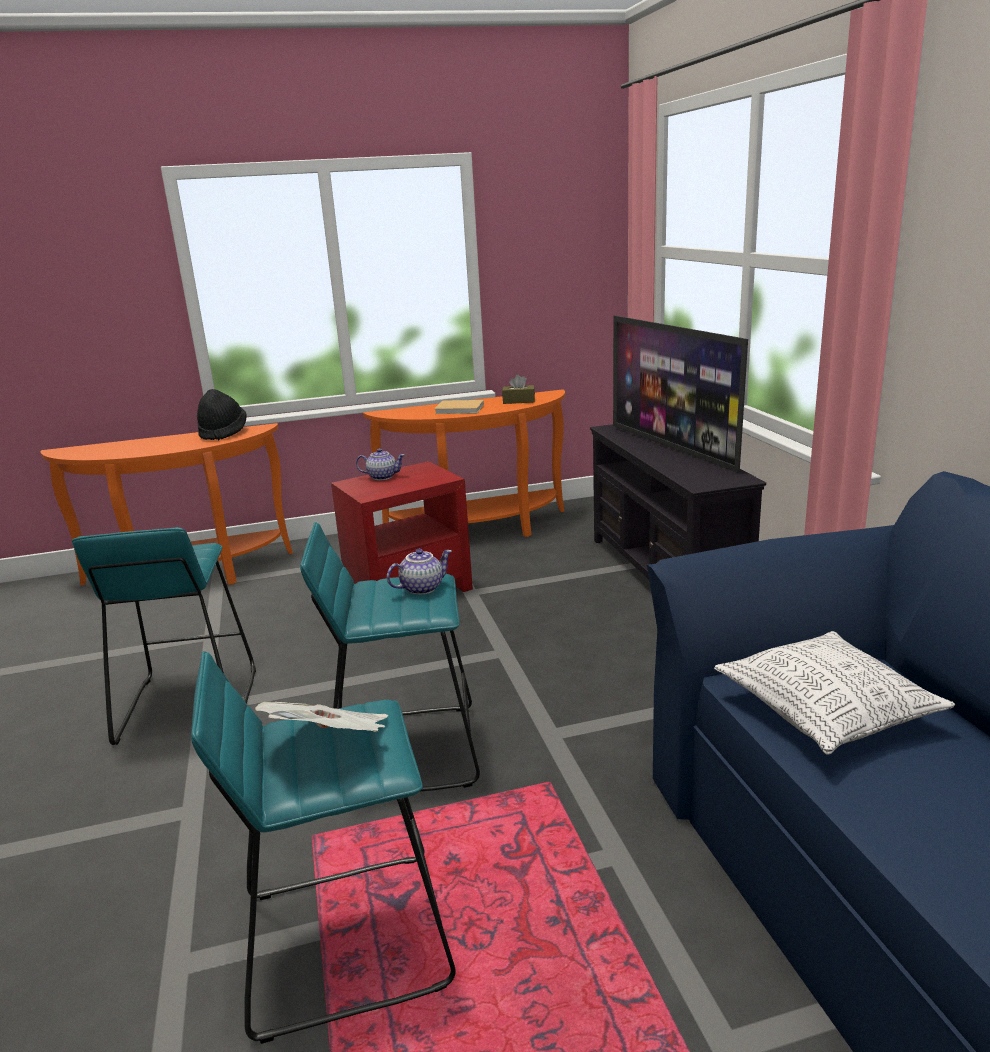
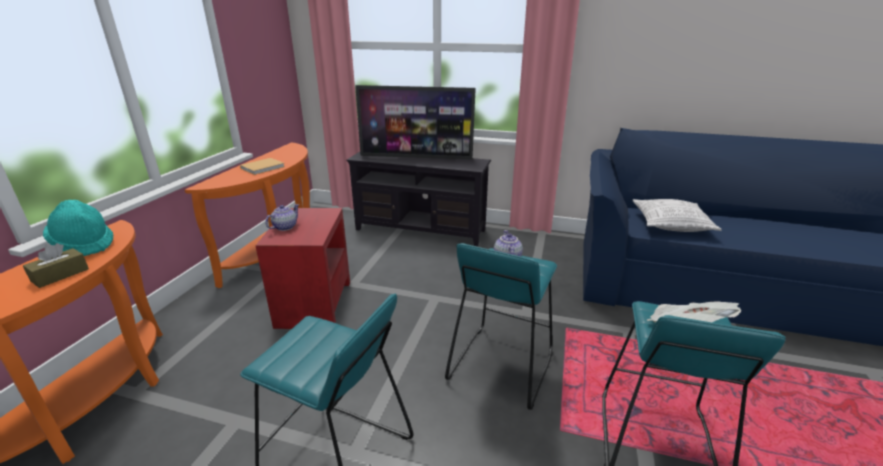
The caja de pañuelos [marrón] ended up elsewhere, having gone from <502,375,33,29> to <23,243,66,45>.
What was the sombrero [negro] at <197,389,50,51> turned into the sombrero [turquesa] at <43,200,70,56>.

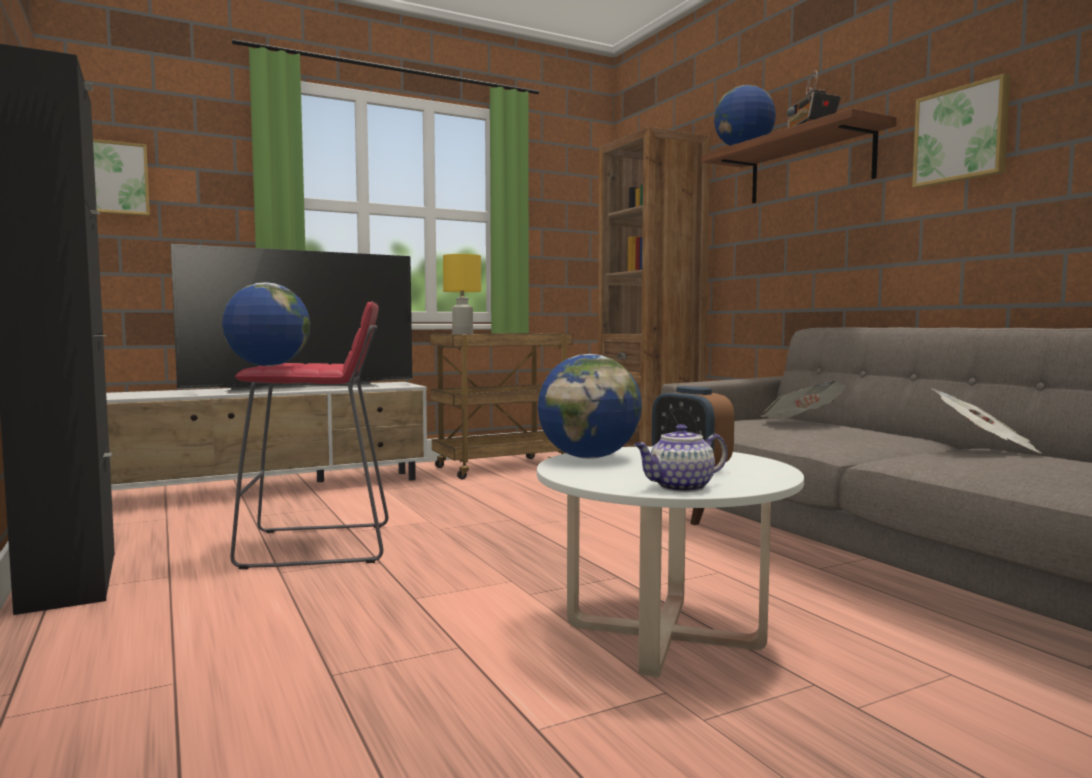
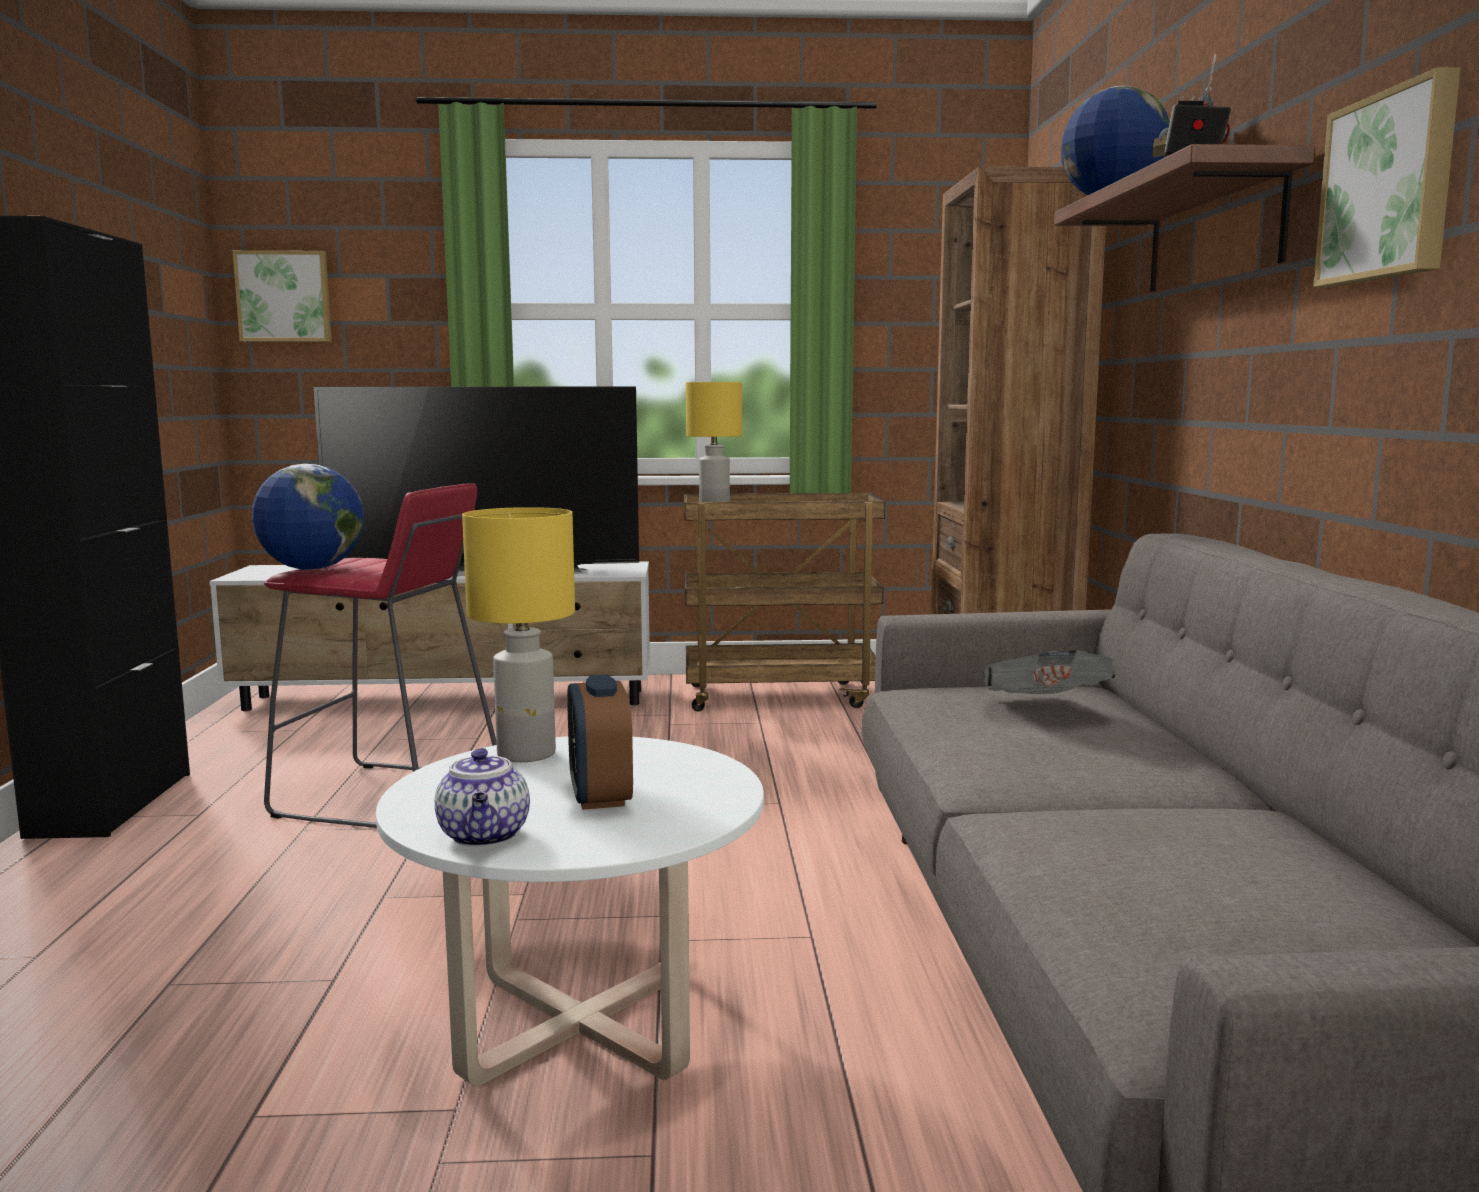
The second view lost the periódico at <933,389,112,66>.
Where the globo terráqueo stood at <538,354,104,105>, the lámpara de mesa [amarillo] came to stand at <462,507,113,255>.
The tetera at <634,424,93,68> ended up facing another way, 105 degrees counterclockwise from before.

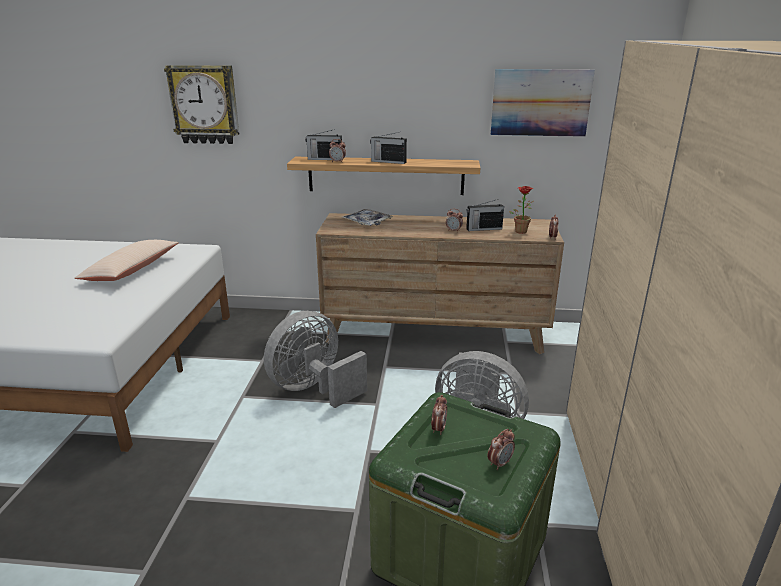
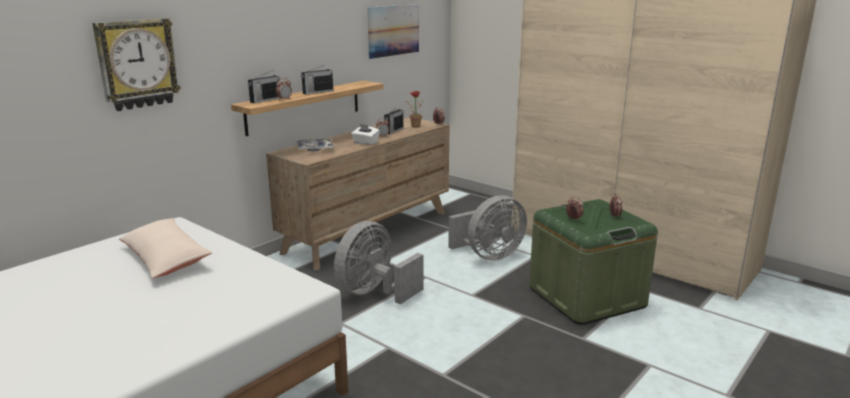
The second view gained the caja de pañuelos [blanco] at <351,124,29,21>.
The ventilador [gris] at <264,311,103,97> ended up facing another way, 45 degrees clockwise from before.

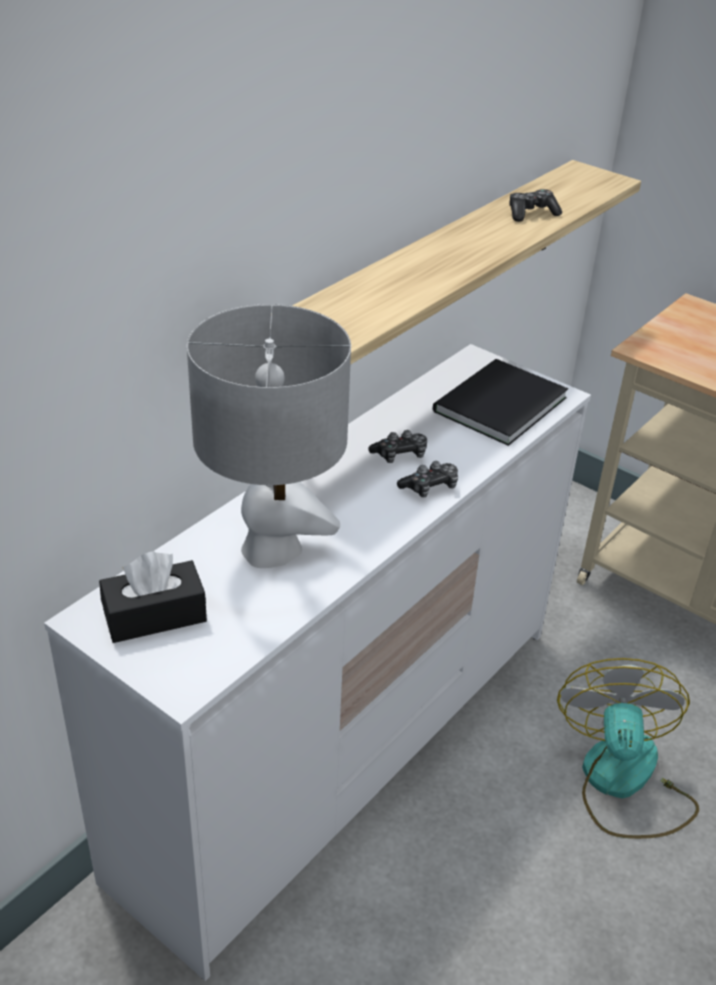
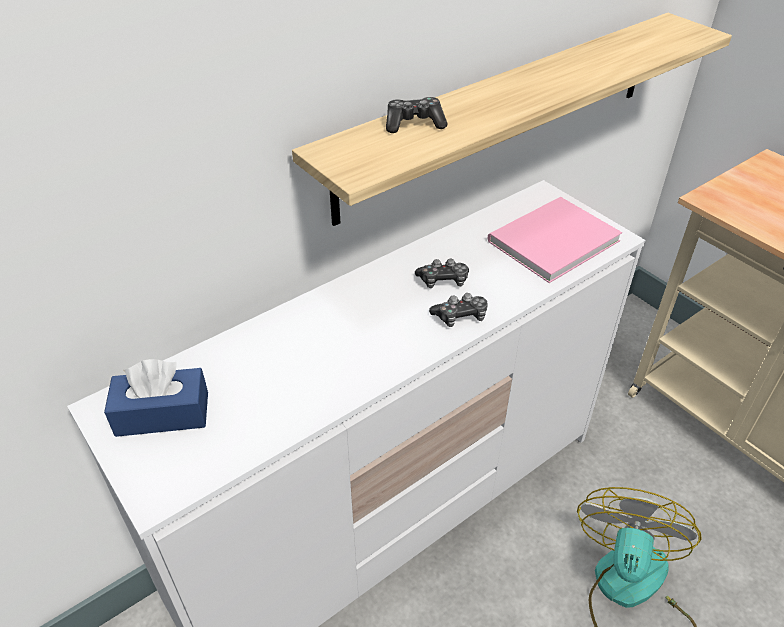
The second view lost the lámpara de mesa [gris] at <187,304,164,264>.
The mando de consola ended up elsewhere, having gone from <510,189,52,33> to <386,97,61,36>.
What was the caja de pañuelos [negro] at <99,552,108,91> turned into the caja de pañuelos [azul] at <104,359,104,78>.
What was the libro [negro] at <433,359,135,87> turned into the libro [rosa] at <487,197,135,86>.

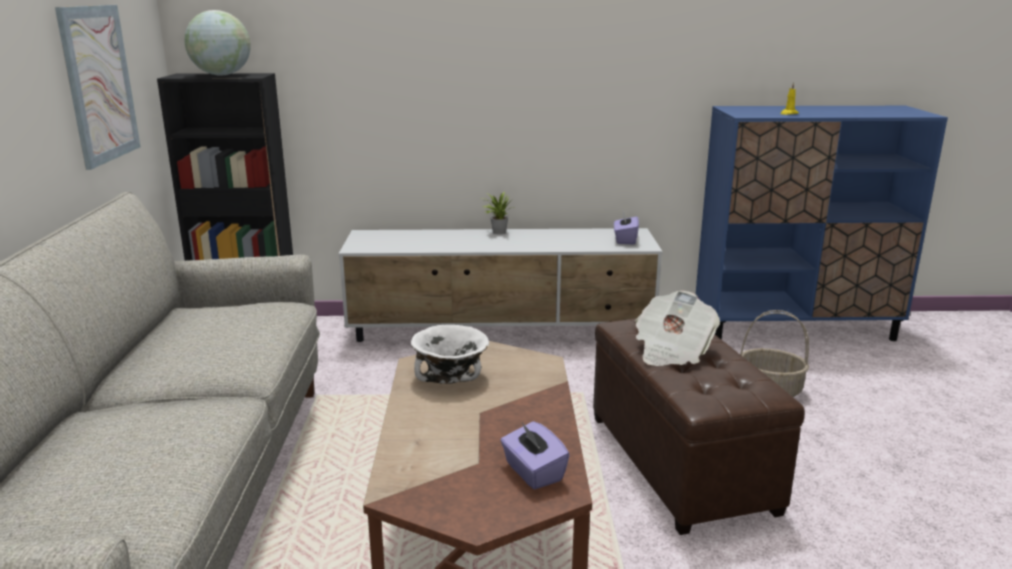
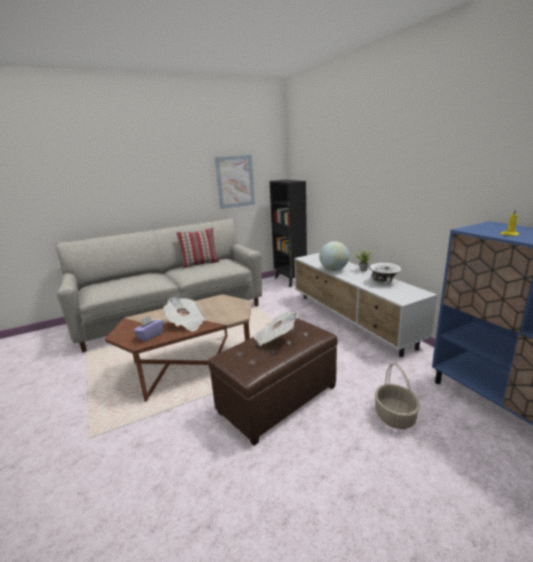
The second view lost the caja de pañuelos [morado] at <614,210,25,34>.
The second view gained the periódico at <163,297,43,35>.
The second view gained the cojín at <176,228,43,40>.
The globo terráqueo ended up elsewhere, having gone from <184,10,67,65> to <319,241,30,30>.
The cuenco [blanco] ended up elsewhere, having gone from <411,325,78,59> to <370,263,31,22>.

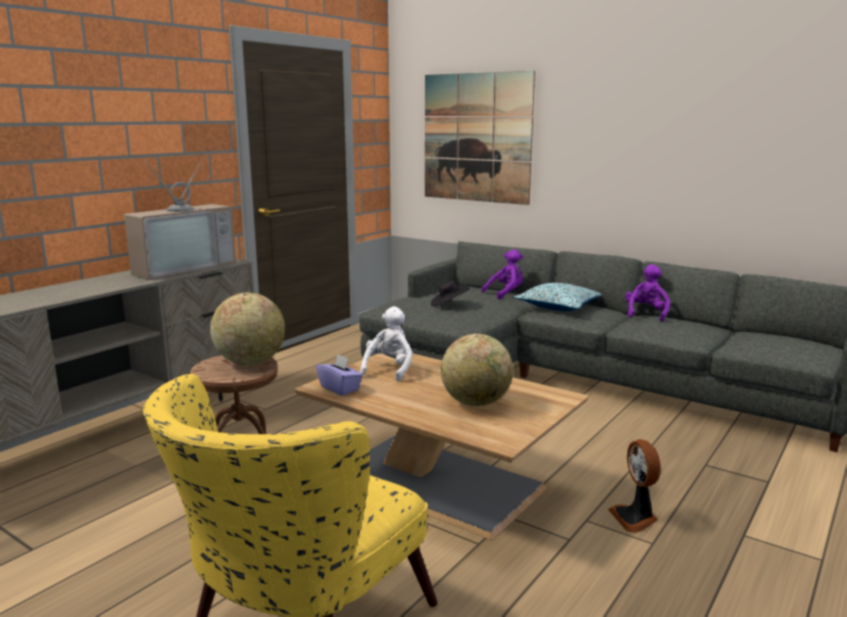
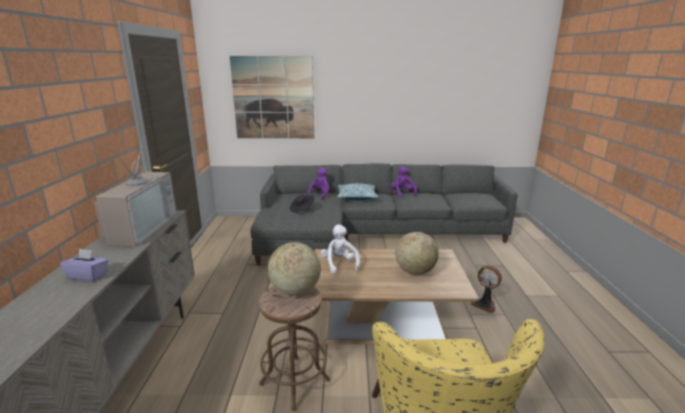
The caja de pañuelos [morado] ended up elsewhere, having gone from <316,354,47,42> to <60,249,48,32>.

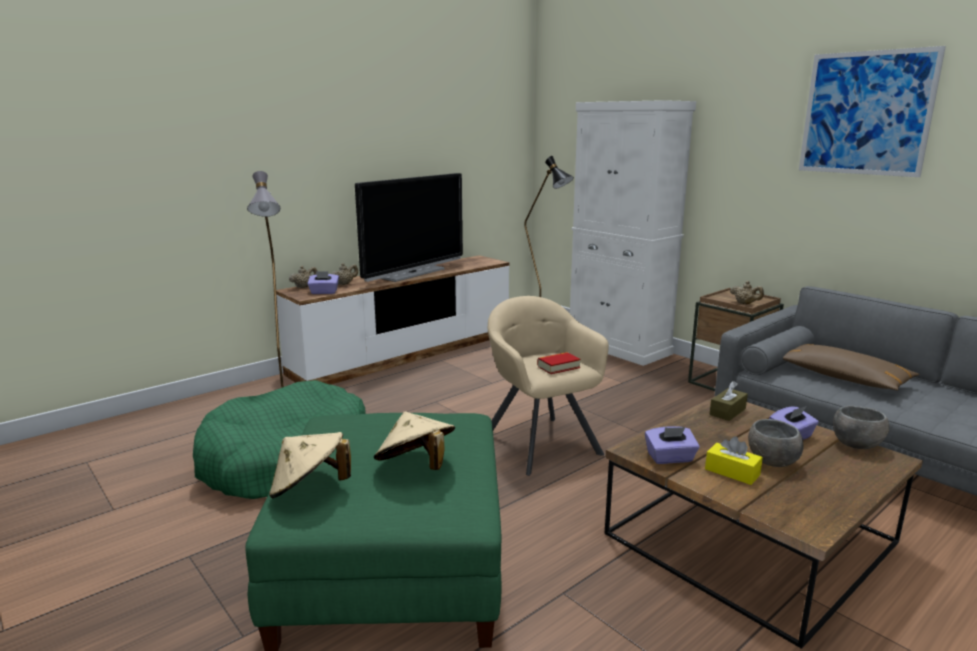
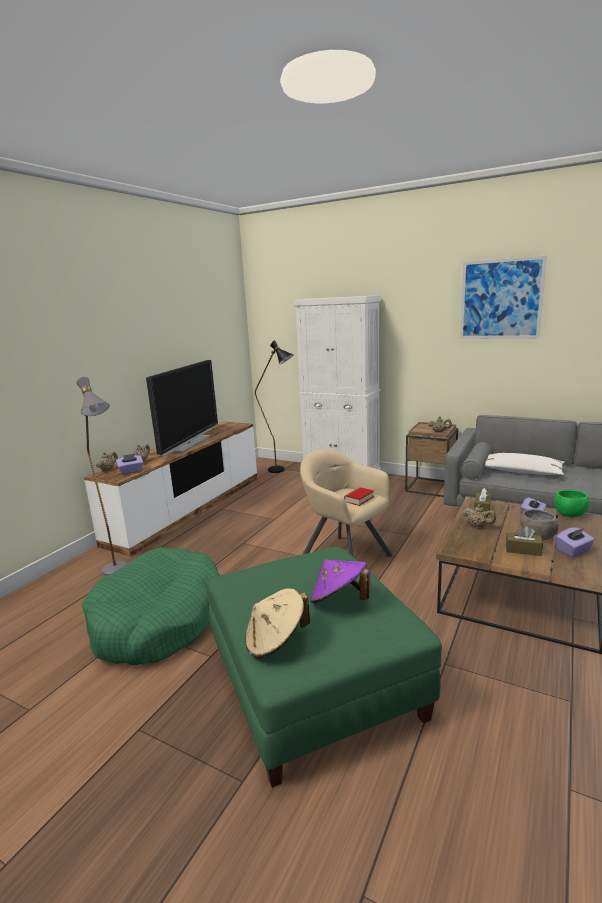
The second view gained the tetera [beis] at <463,504,33,23>.
The caja de pañuelos [morado] ended up elsewhere, having gone from <645,426,55,38> to <555,527,40,30>.
What was the sombrero [beis] at <374,411,81,59> turned into the sombrero [morado] at <310,559,61,44>.
What was the caja de pañuelos [amarillo] at <705,436,58,49> turned into the caja de pañuelos [marrón] at <506,526,37,30>.
What was the cojín [marrón] at <783,344,136,47> turned into the cojín [blanco] at <485,453,80,22>.
What was the cuenco [gris] at <833,406,56,43> turned into the cuenco [verde] at <554,490,36,27>.

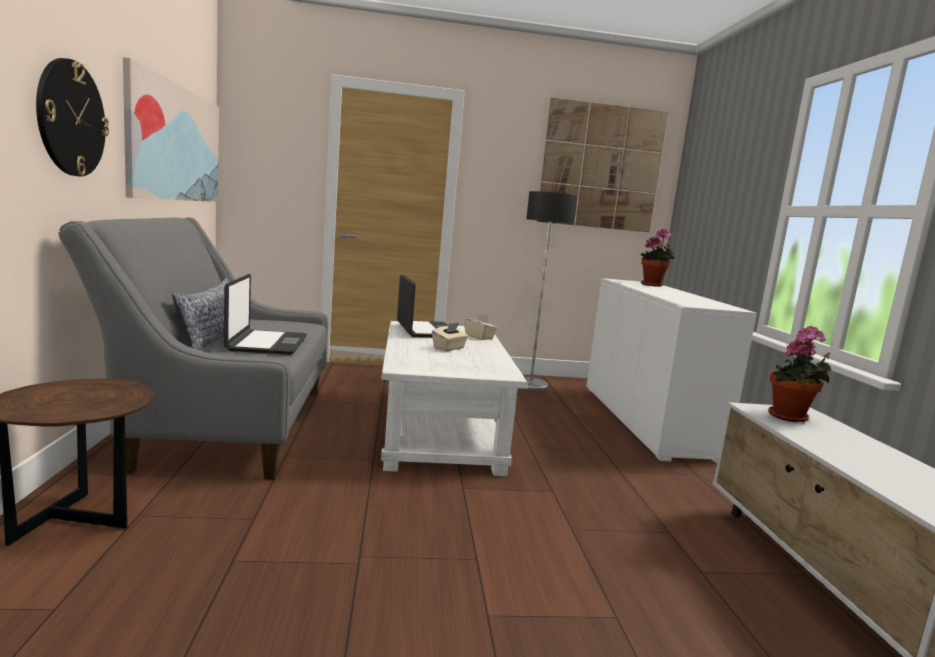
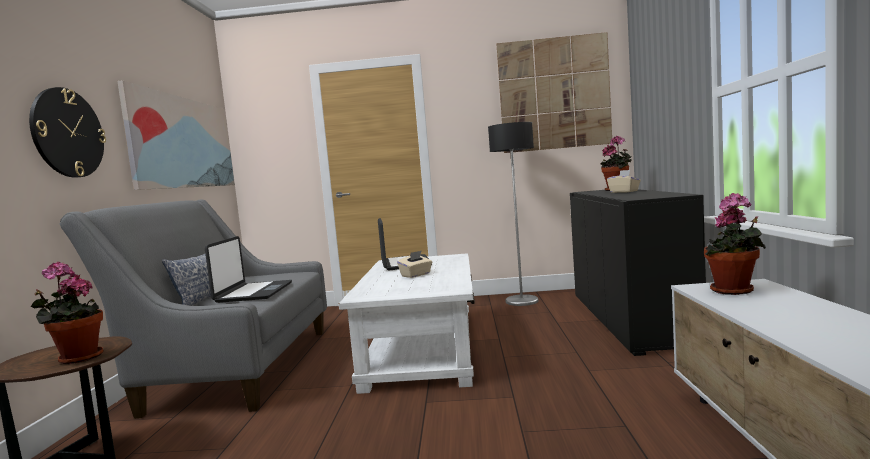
The second view gained the planta en maceta at <31,262,73,102>.
The caja de pañuelos [beis] ended up elsewhere, having gone from <464,313,33,27> to <607,170,34,23>.
What was the armario [blanco] at <586,278,171,186> turned into the armario [negro] at <570,189,136,167>.

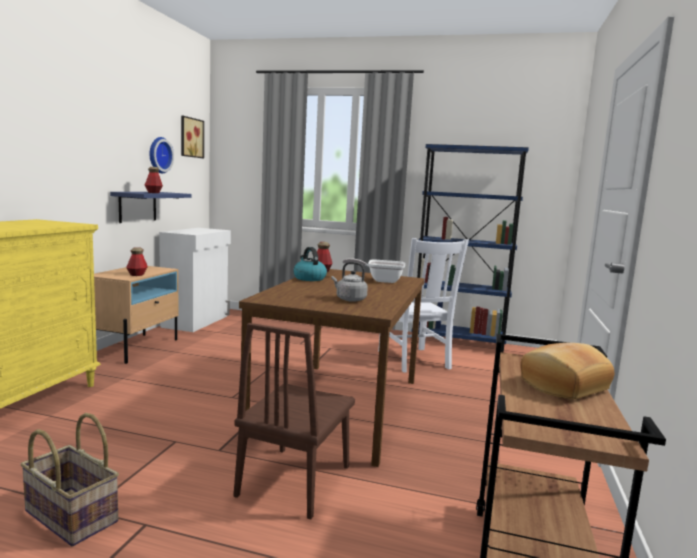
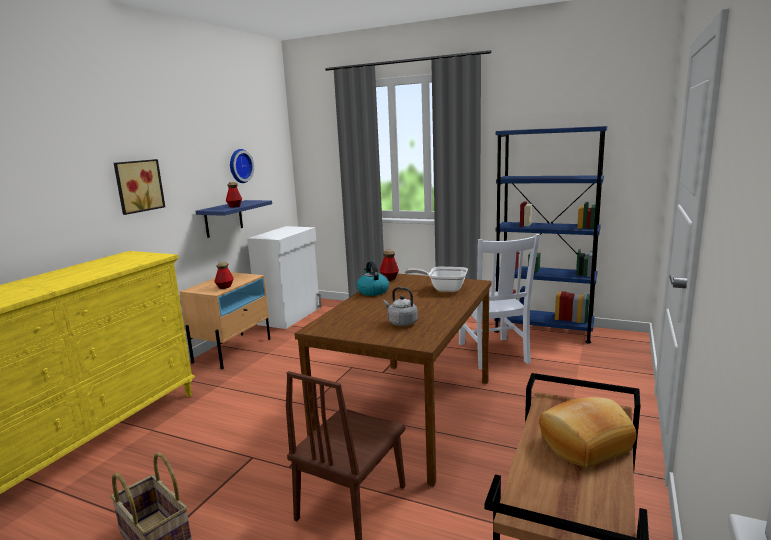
The cuadro ended up elsewhere, having gone from <181,116,23,42> to <114,159,51,56>.

